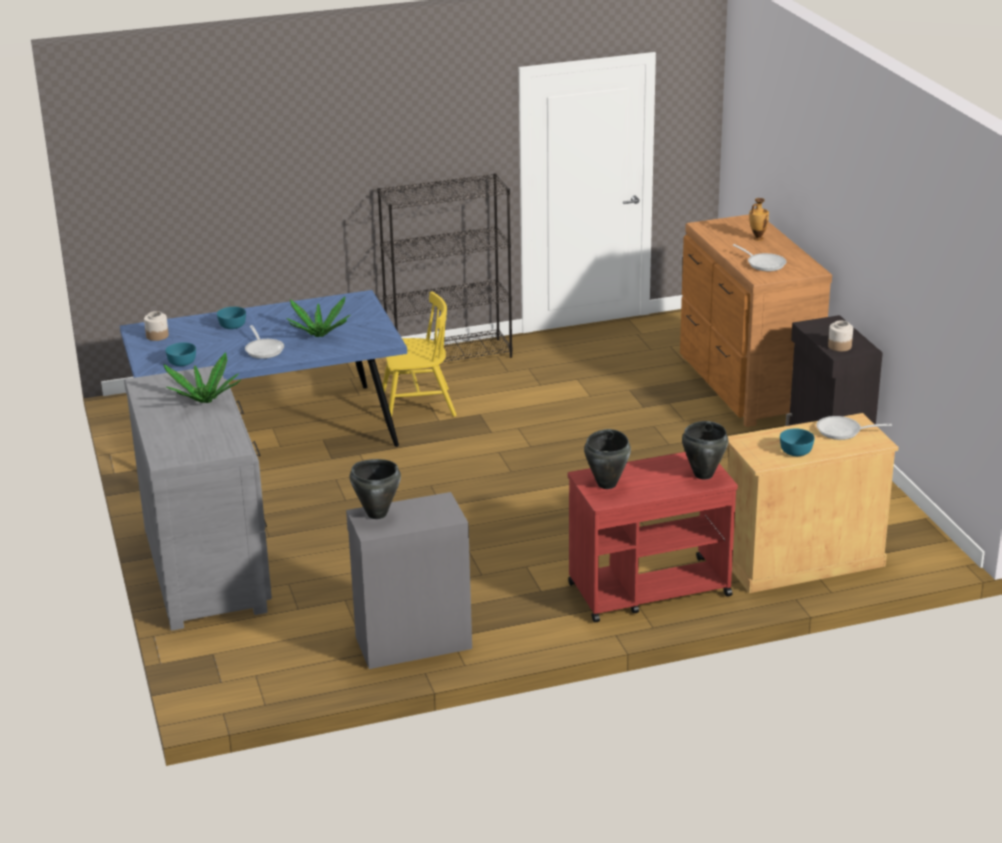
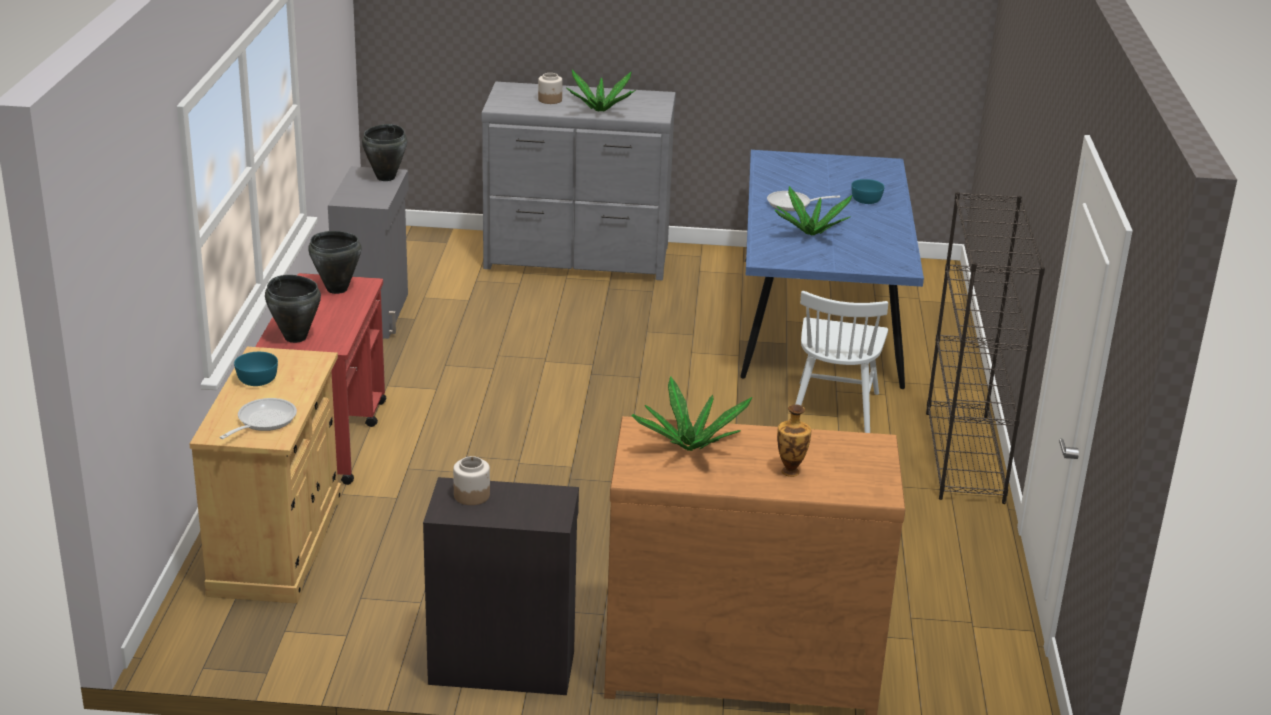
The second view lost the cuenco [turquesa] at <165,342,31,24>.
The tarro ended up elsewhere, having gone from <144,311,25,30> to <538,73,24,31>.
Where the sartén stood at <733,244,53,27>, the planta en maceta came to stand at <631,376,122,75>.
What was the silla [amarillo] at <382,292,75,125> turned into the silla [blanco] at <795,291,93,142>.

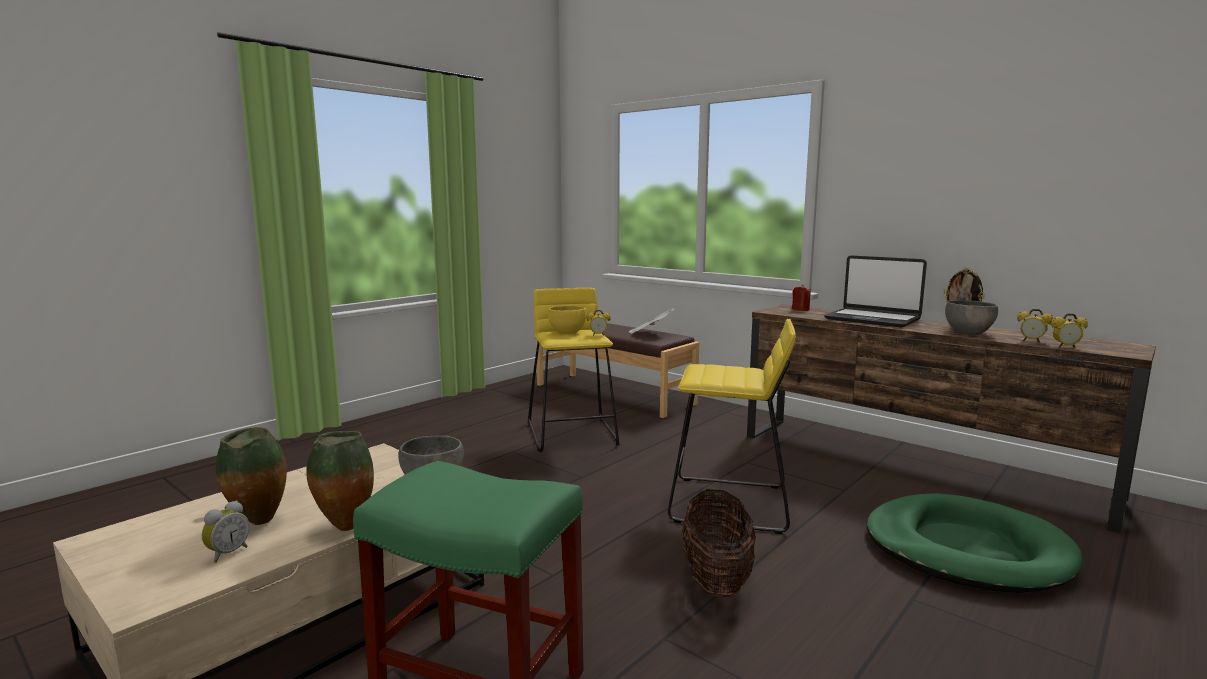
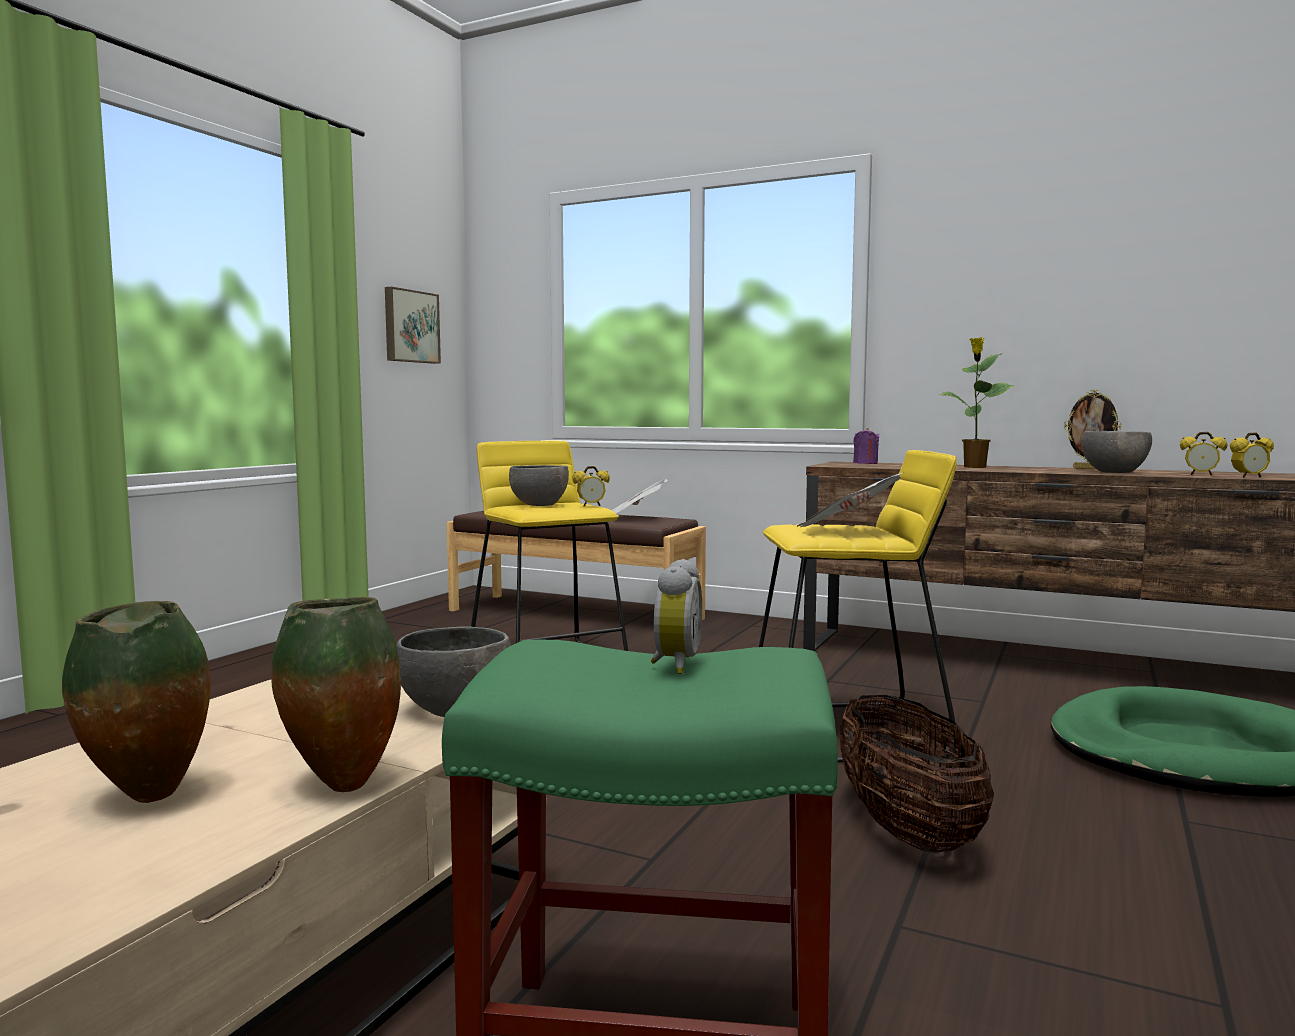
The second view gained the cuadro at <385,287,56,77>.
The second view gained the periódico at <797,473,105,54>.
The despertador ended up elsewhere, having gone from <202,501,48,62> to <651,559,51,115>.
Where the portátil stood at <824,255,103,73>, the planta en maceta came to stand at <938,337,76,131>.
What was the cuenco [amarillo] at <548,306,39,28> turned into the cuenco [gris] at <509,465,60,41>.
What was the vela [rojo] at <792,285,19,26> turned into the vela [morado] at <853,428,26,36>.

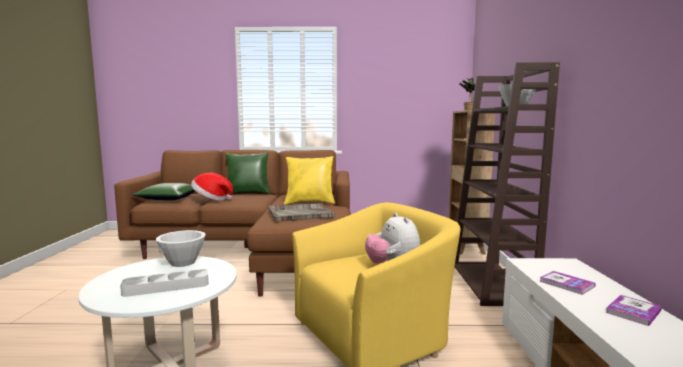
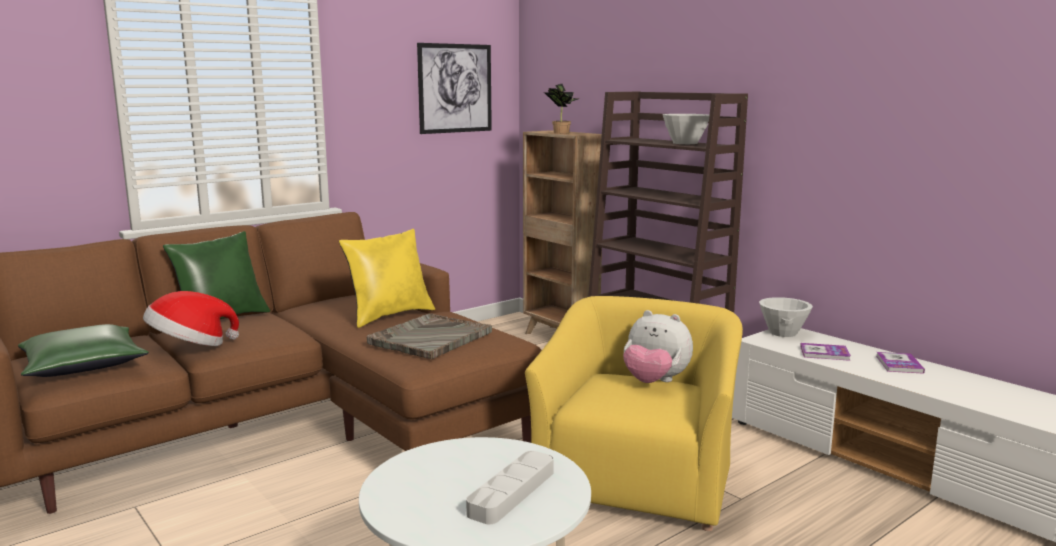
The second view gained the cuadro at <417,43,75,91>.
The cuenco [blanco] ended up elsewhere, having gone from <156,230,50,37> to <759,297,54,40>.

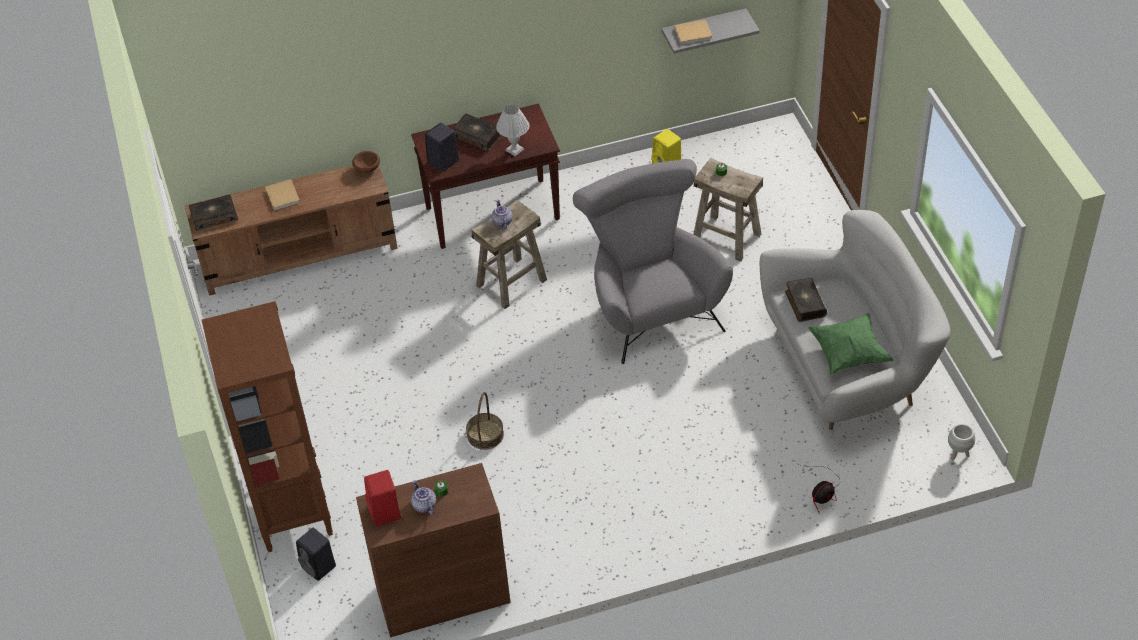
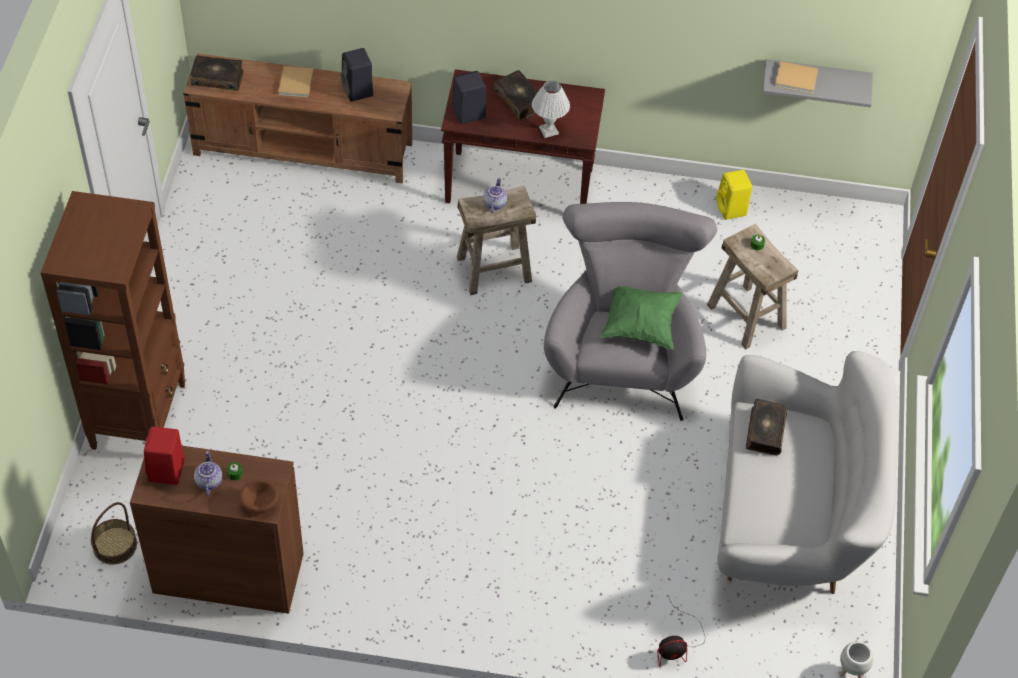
The altavoz [negro] ended up elsewhere, having gone from <296,528,40,53> to <341,48,32,54>.
The cuenco [marrón] ended up elsewhere, having gone from <352,151,28,22> to <240,479,39,35>.
The cesta ended up elsewhere, having gone from <466,392,38,58> to <91,502,46,63>.
The cojín [verde] ended up elsewhere, having gone from <808,313,86,62> to <600,287,82,63>.

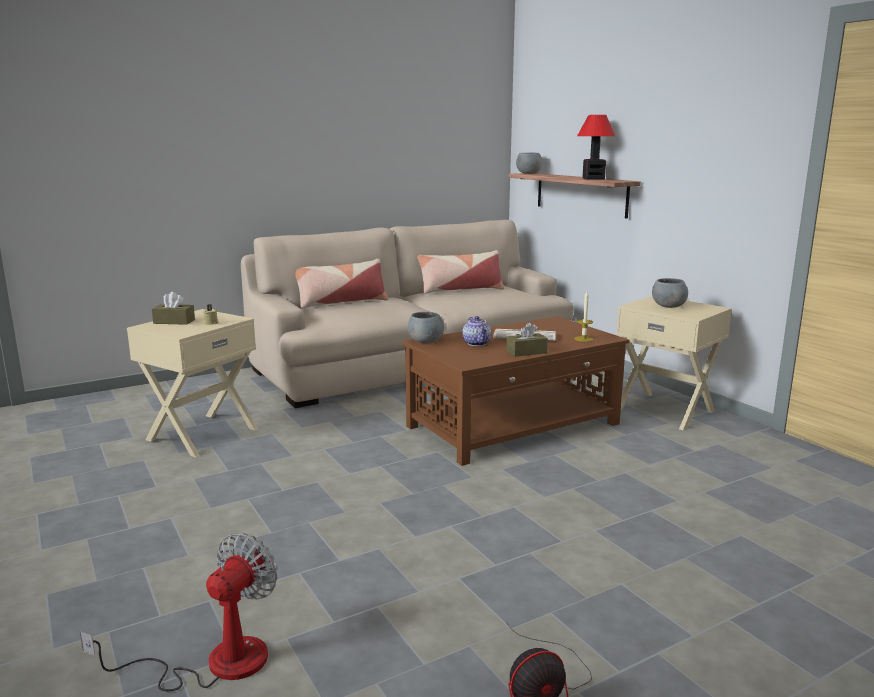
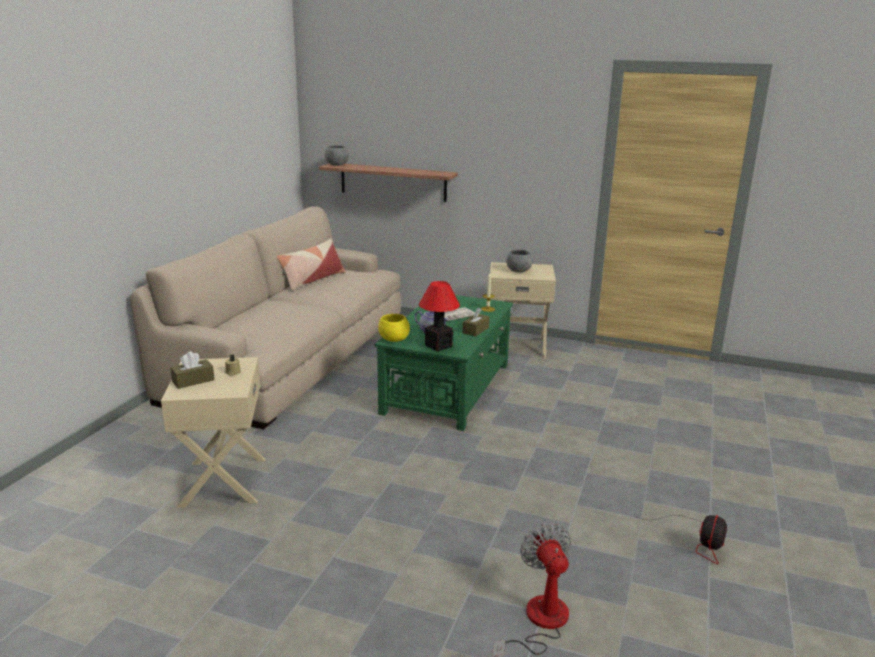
The second view lost the cojín at <295,259,94,50>.
The lámpara de mesa ended up elsewhere, having gone from <577,115,38,65> to <419,281,41,70>.
What was the mesa de centro [marrón] at <402,316,227,150> turned into the mesa de centro [verde] at <375,295,138,136>.
What was the cuenco [gris] at <408,312,36,31> turned into the cuenco [amarillo] at <378,314,32,28>.

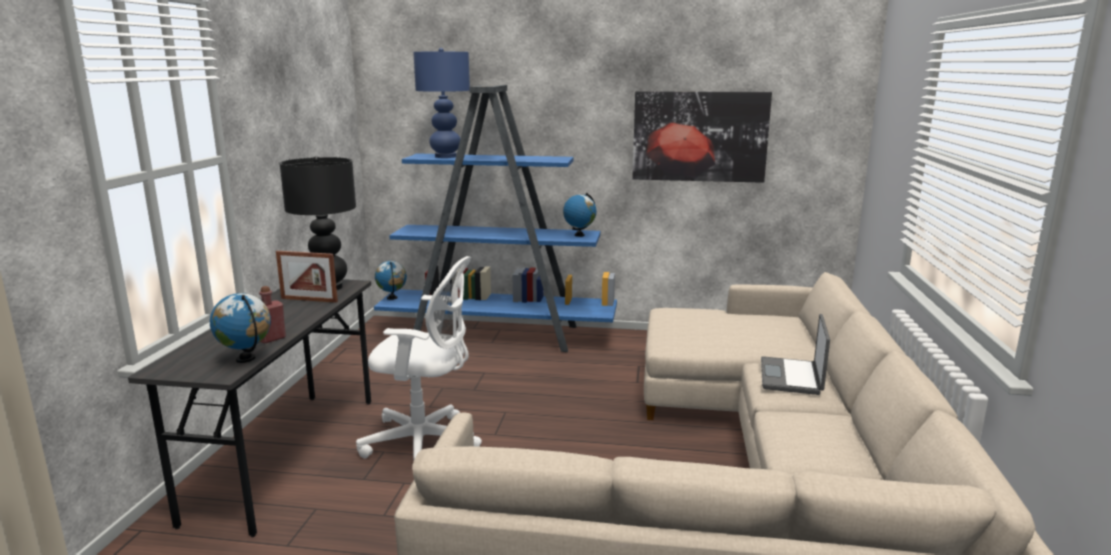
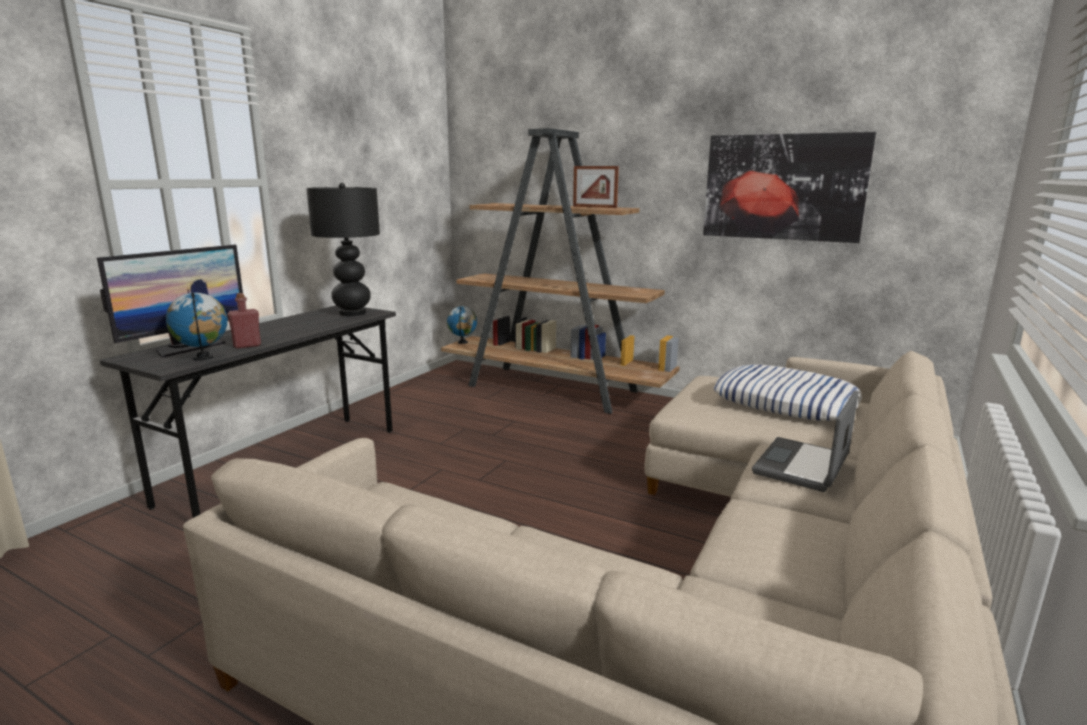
The second view lost the silla de oficina [blanco] at <356,256,126,205>.
The second view lost the lámpara de mesa [azul] at <413,48,57,110>.
The second view lost the globo terráqueo at <563,193,33,44>.
The second view gained the monitor at <97,245,146,113>.
The second view gained the cojín at <713,365,149,56>.
The portarretratos ended up elsewhere, having gone from <276,251,62,52> to <573,166,46,42>.
What was the estantería [azul] at <374,85,243,267> turned into the estantería [marrón] at <441,128,239,286>.

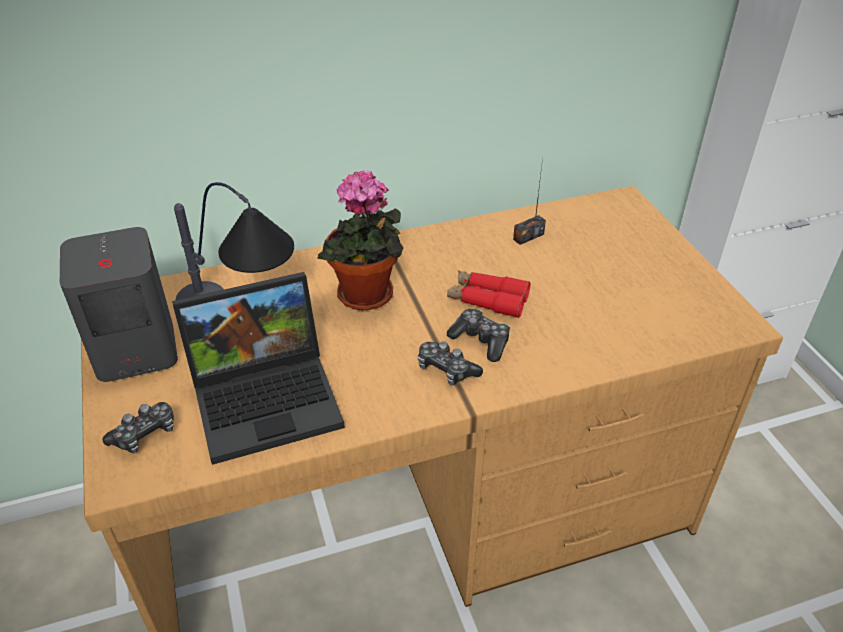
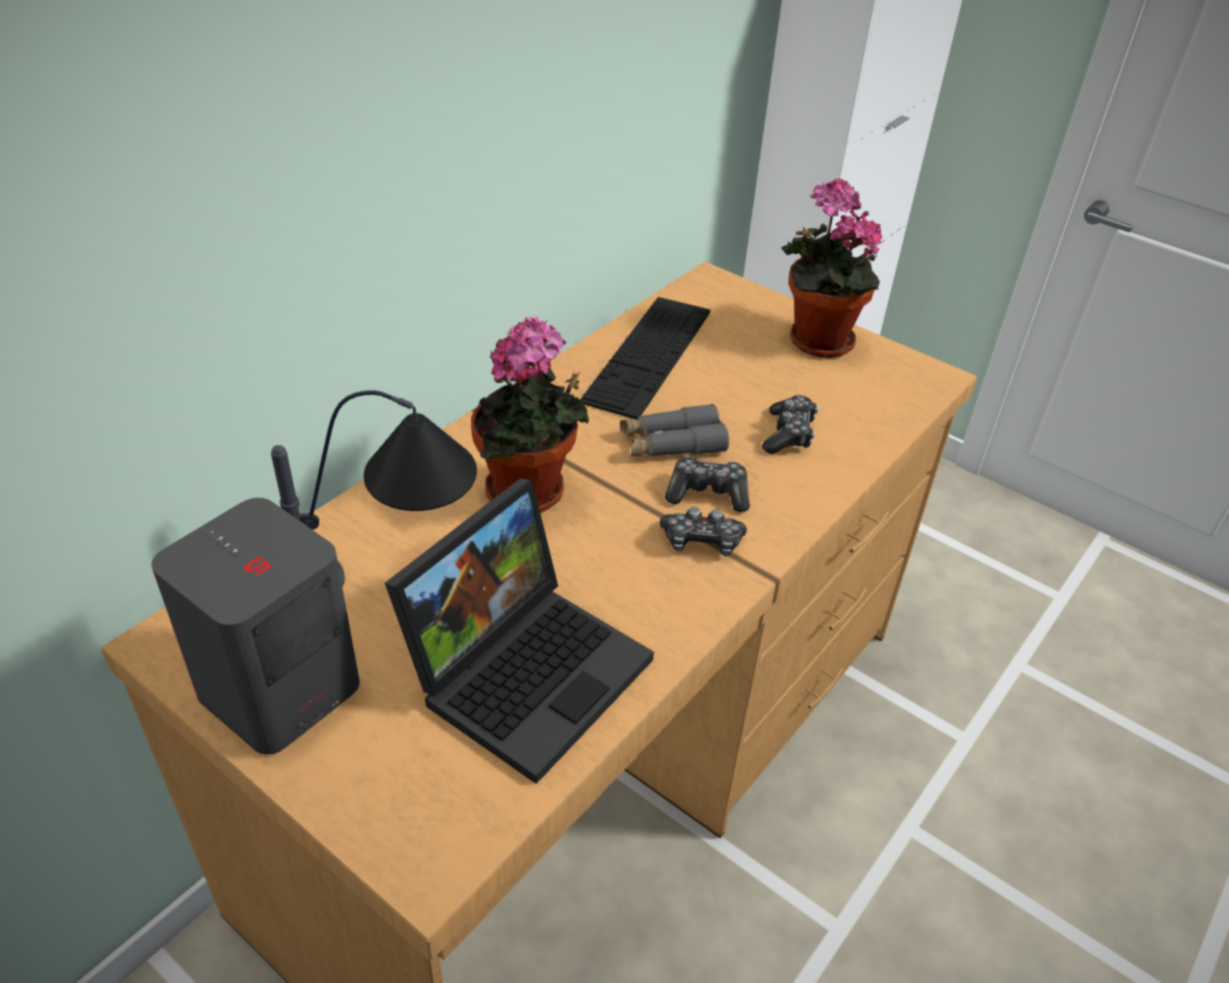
The second view gained the planta en maceta at <781,178,101,180>.
The mando de consola ended up elsewhere, having gone from <102,402,72,51> to <762,395,56,59>.
Where the radio stood at <513,158,33,87>, the teclado came to stand at <580,297,130,123>.
What was the prismáticos [rojo] at <447,271,83,47> turned into the prismáticos [gris] at <620,404,109,53>.

